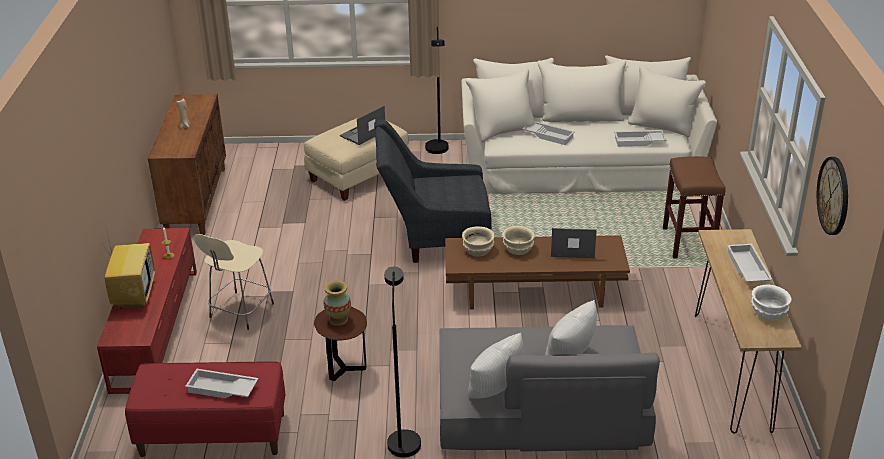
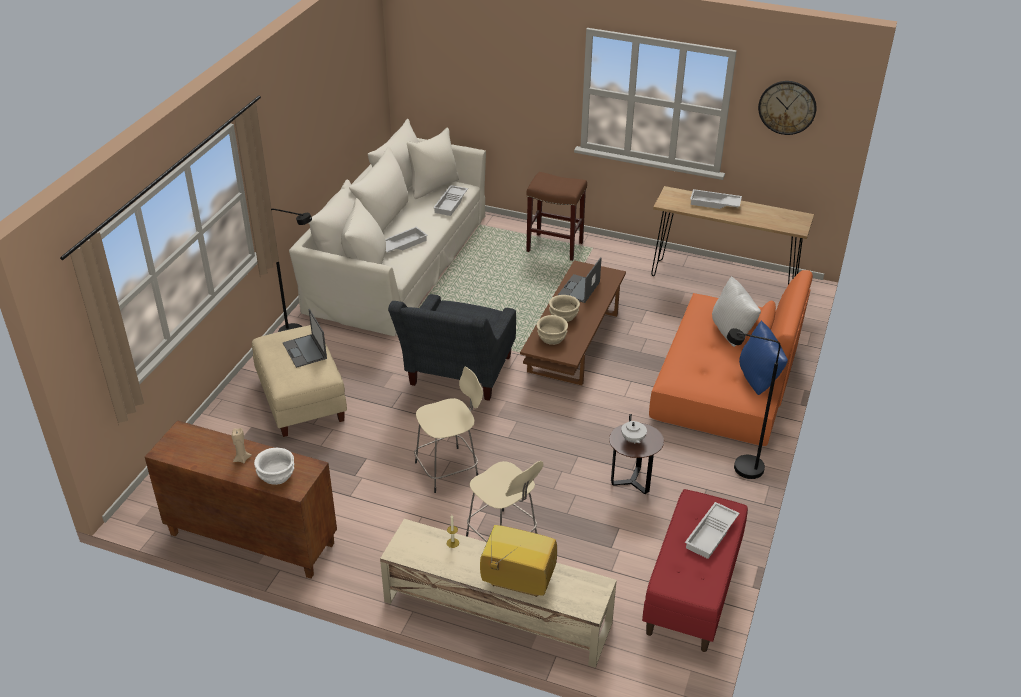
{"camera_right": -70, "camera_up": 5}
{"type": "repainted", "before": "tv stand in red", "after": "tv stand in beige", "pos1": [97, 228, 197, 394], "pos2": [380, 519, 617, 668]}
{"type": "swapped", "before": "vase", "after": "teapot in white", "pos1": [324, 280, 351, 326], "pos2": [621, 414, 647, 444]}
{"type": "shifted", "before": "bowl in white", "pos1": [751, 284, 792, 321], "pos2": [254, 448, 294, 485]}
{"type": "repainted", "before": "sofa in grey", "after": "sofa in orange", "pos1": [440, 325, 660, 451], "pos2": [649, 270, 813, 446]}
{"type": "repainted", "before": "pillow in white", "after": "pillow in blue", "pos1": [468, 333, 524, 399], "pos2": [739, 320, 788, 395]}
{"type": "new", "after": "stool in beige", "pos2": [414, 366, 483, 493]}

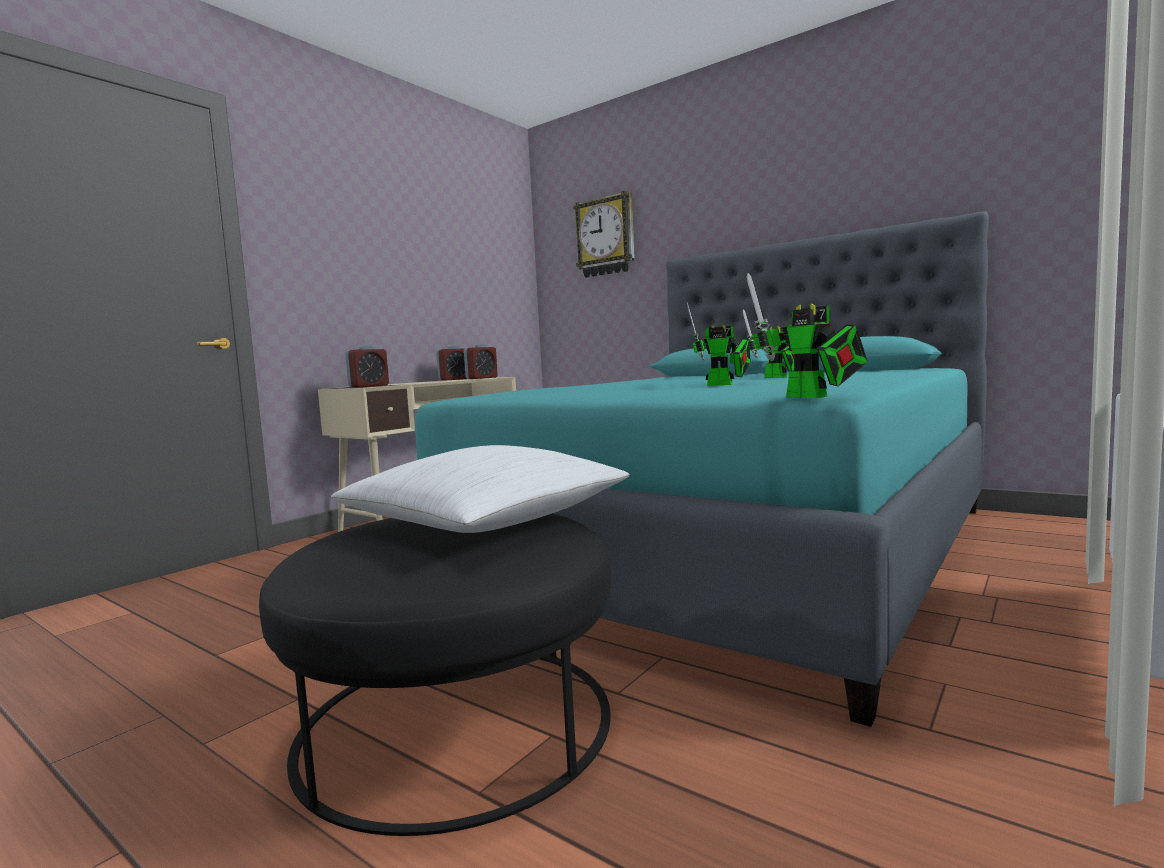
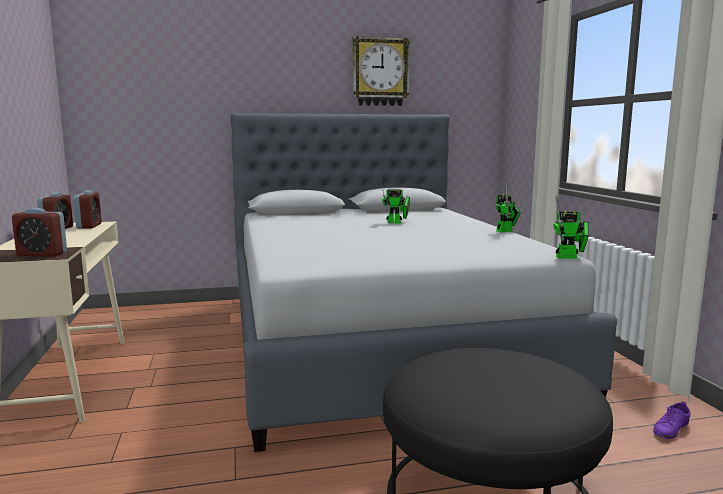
{"camera_right": -50, "camera_up": 5}
{"type": "shifted", "before": "wall clock", "pos1": [573, 191, 635, 277], "pos2": [353, 36, 410, 106]}
{"type": "repainted", "before": "bed in turquoise", "after": "bed in grey", "pos1": [415, 211, 989, 727], "pos2": [231, 113, 617, 452]}
{"type": "shifted", "before": "toy robot", "pos1": [687, 302, 751, 386], "pos2": [496, 182, 521, 232]}
{"type": "rotated", "before": "alarm clock", "pos1": [345, 345, 389, 387], "pos2": [12, 208, 67, 257], "turn": 105}
{"type": "gone", "before": "pillow in white", "pos1": [331, 445, 630, 533]}
{"type": "new", "after": "shoe in purple", "pos2": [653, 401, 690, 439]}

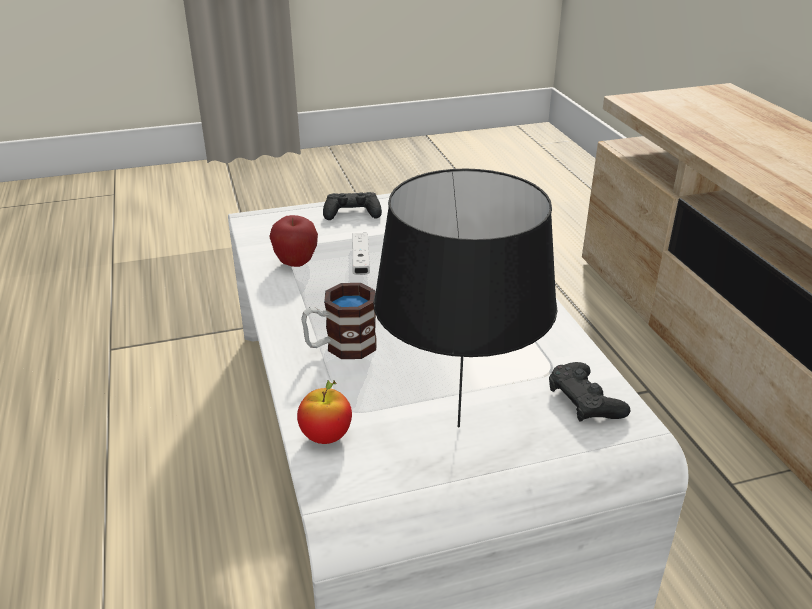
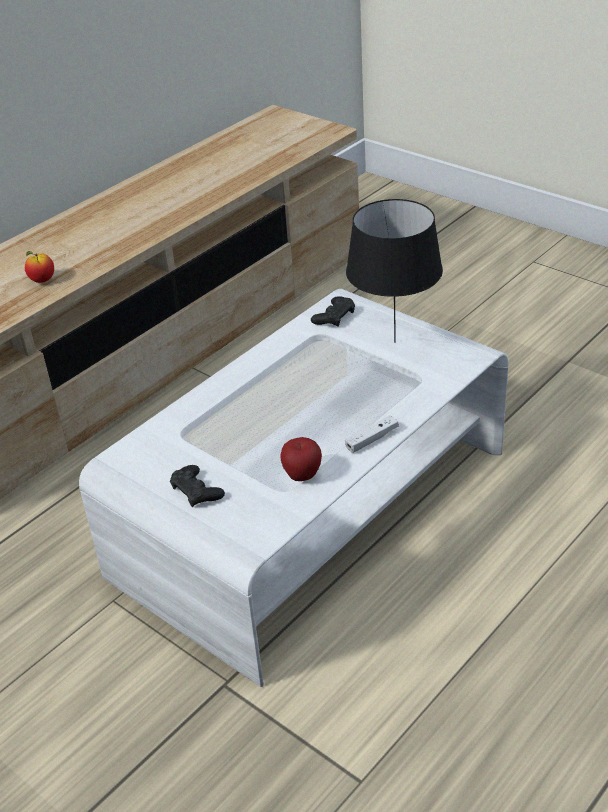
{"camera_right": -120, "camera_up": 5}
{"type": "shifted", "before": "game controller in white", "pos1": [352, 233, 370, 275], "pos2": [345, 415, 399, 453]}
{"type": "gone", "before": "mug", "pos1": [301, 283, 377, 359]}
{"type": "shifted", "before": "apple", "pos1": [297, 380, 352, 444], "pos2": [25, 251, 54, 283]}

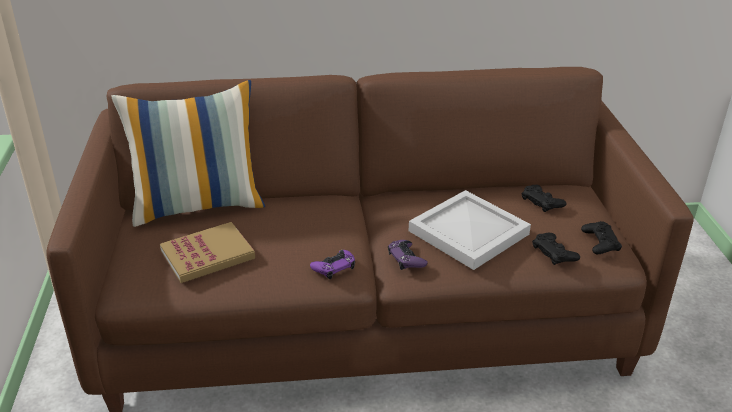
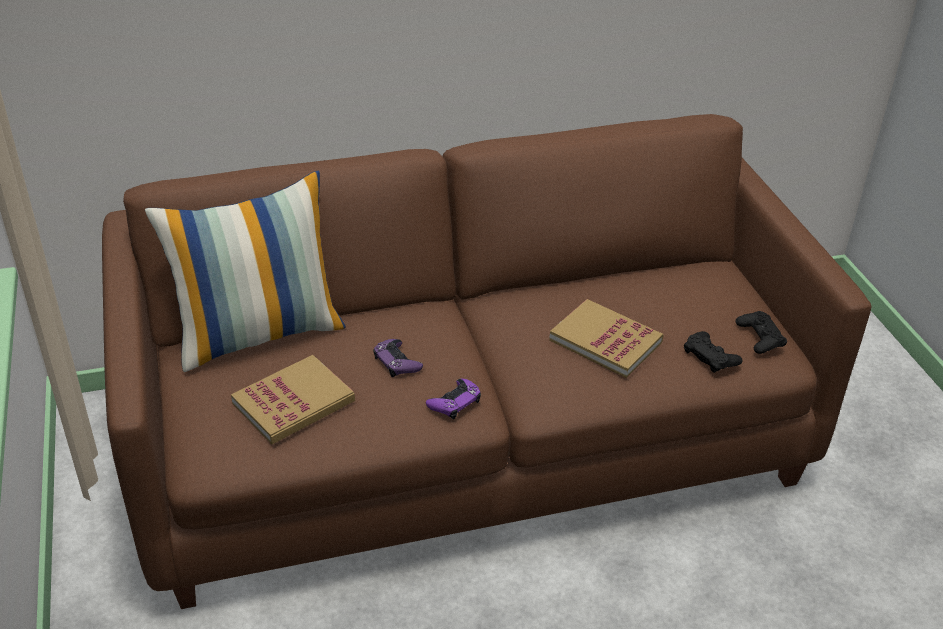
{"camera_right": -10, "camera_up": 5}
{"type": "gone", "before": "game controller in black", "pos1": [521, 185, 567, 212]}
{"type": "swapped", "before": "tray in white", "after": "book", "pos1": [409, 190, 531, 270], "pos2": [549, 299, 664, 378]}
{"type": "shifted", "before": "game controller in purple", "pos1": [388, 240, 428, 270], "pos2": [373, 339, 423, 377]}

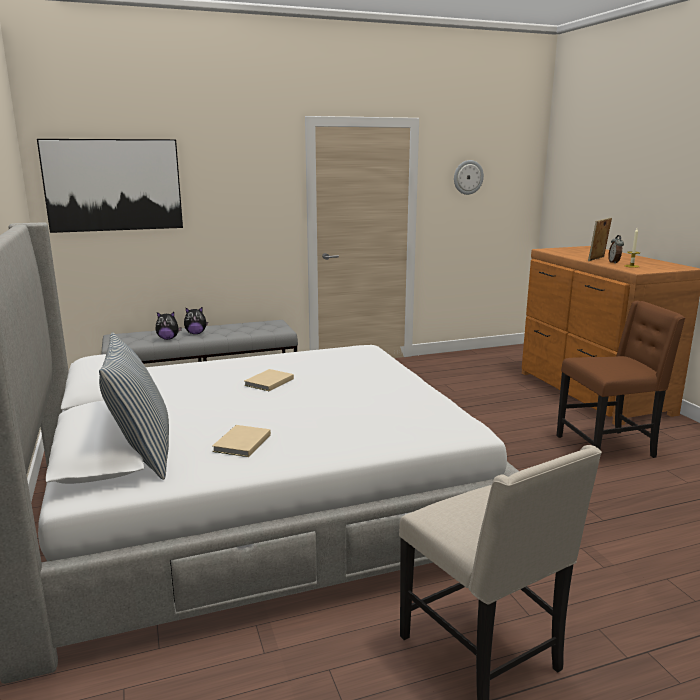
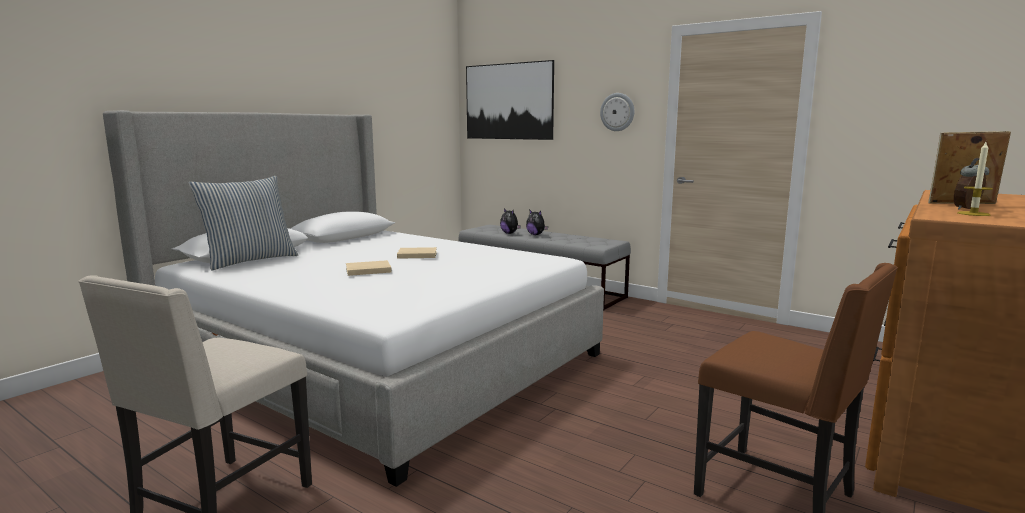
{"camera_right": 55, "camera_up": -5}
{"type": "shifted", "before": "wall clock", "pos1": [454, 160, 484, 195], "pos2": [600, 93, 634, 131]}
{"type": "shifted", "before": "book in beige", "pos1": [212, 425, 271, 457], "pos2": [346, 260, 392, 276]}

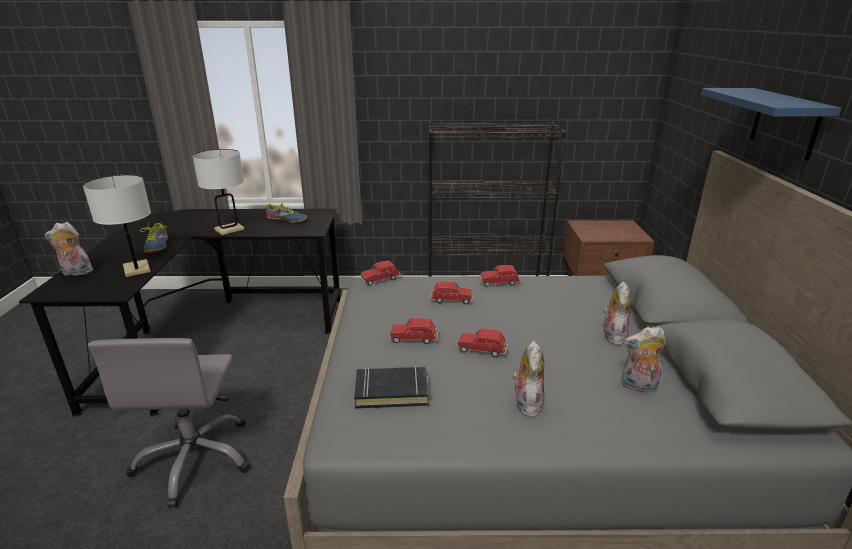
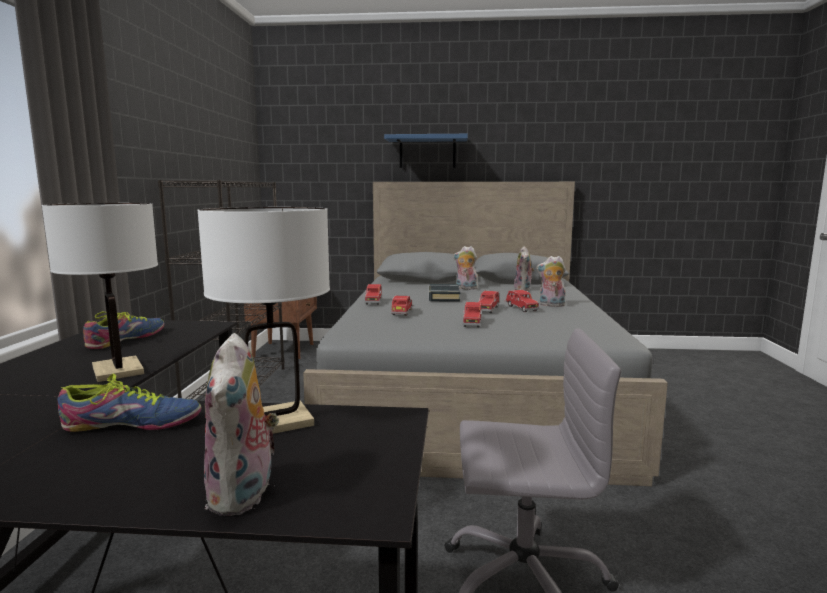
{"camera_right": -85, "camera_up": -15}
{"type": "shifted", "before": "toy car in red", "pos1": [360, 261, 401, 286], "pos2": [505, 290, 540, 312]}
{"type": "shifted", "before": "book in black", "pos1": [354, 366, 429, 409], "pos2": [429, 284, 460, 301]}

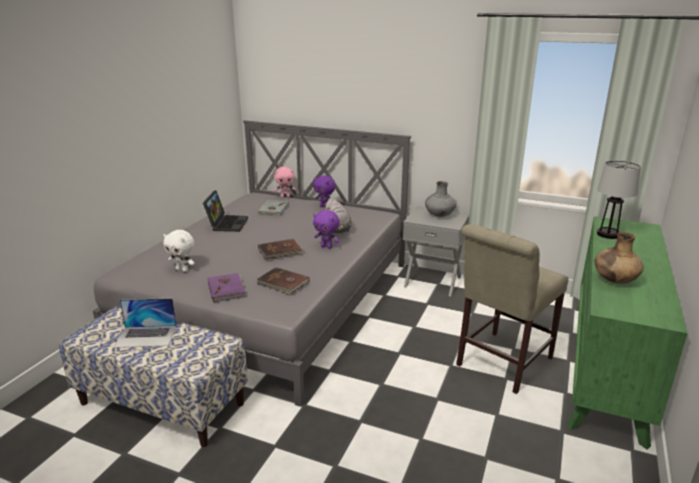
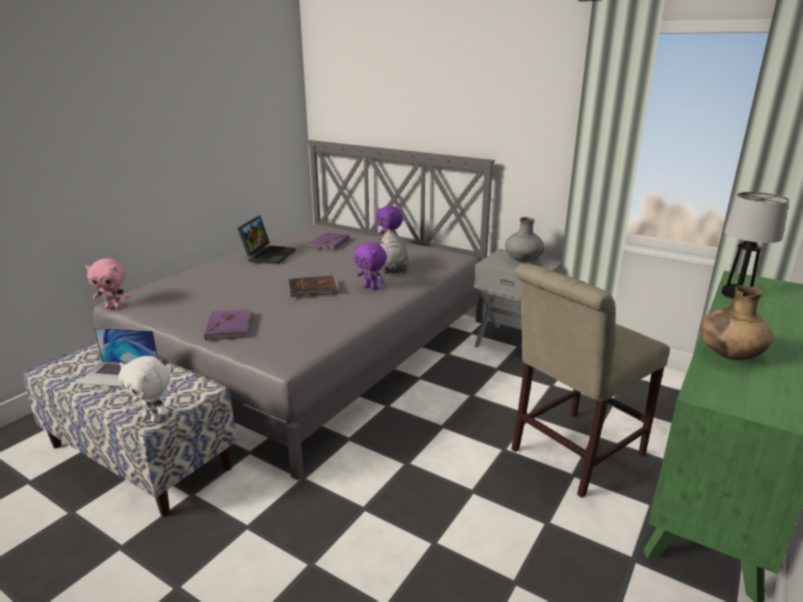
{"camera_right": 10, "camera_up": 0}
{"type": "shifted", "before": "plush toy in pink", "pos1": [274, 166, 296, 198], "pos2": [85, 258, 130, 309]}
{"type": "repainted", "before": "book in grey", "after": "book in purple", "pos1": [256, 200, 289, 216], "pos2": [308, 232, 349, 250]}
{"type": "shifted", "before": "plush toy in white", "pos1": [163, 230, 195, 272], "pos2": [118, 356, 170, 423]}
{"type": "gone", "before": "book in brown", "pos1": [257, 267, 309, 294]}

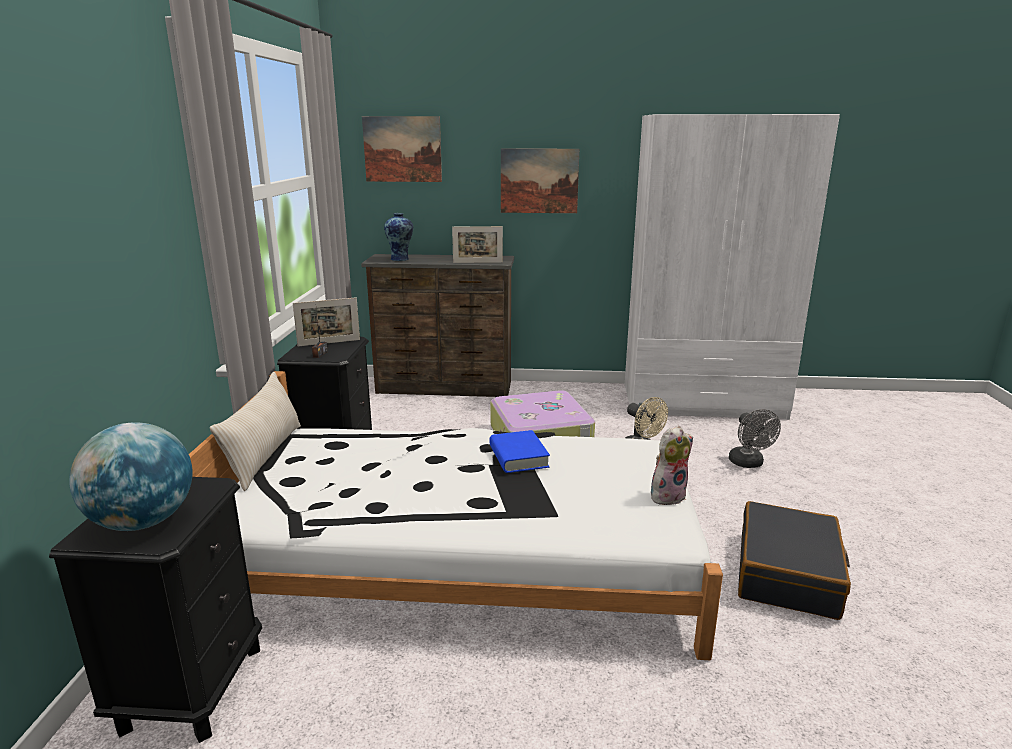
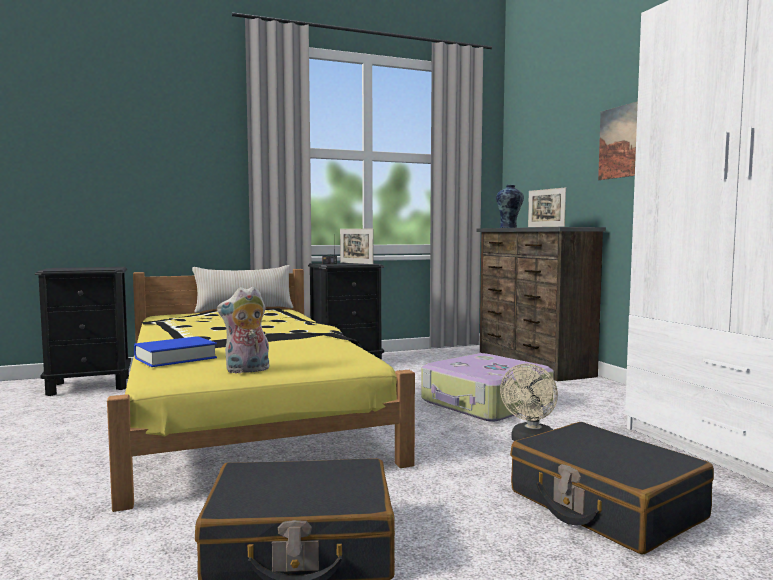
{"camera_right": 65, "camera_up": -15}
{"type": "gone", "before": "picture", "pos1": [362, 116, 442, 182]}
{"type": "repainted", "before": "bed in white", "after": "bed in yellow", "pos1": [189, 371, 723, 660], "pos2": [107, 269, 415, 512]}
{"type": "swapped", "before": "fan in grey", "after": "suitcase in black", "pos1": [729, 409, 781, 468], "pos2": [510, 422, 714, 554]}
{"type": "gone", "before": "globe", "pos1": [69, 422, 193, 531]}
{"type": "rotated", "before": "plush toy", "pos1": [651, 426, 693, 505], "pos2": [217, 286, 269, 373], "turn": 120}
{"type": "shifted", "before": "book in blue", "pos1": [490, 430, 550, 473], "pos2": [134, 336, 217, 367]}

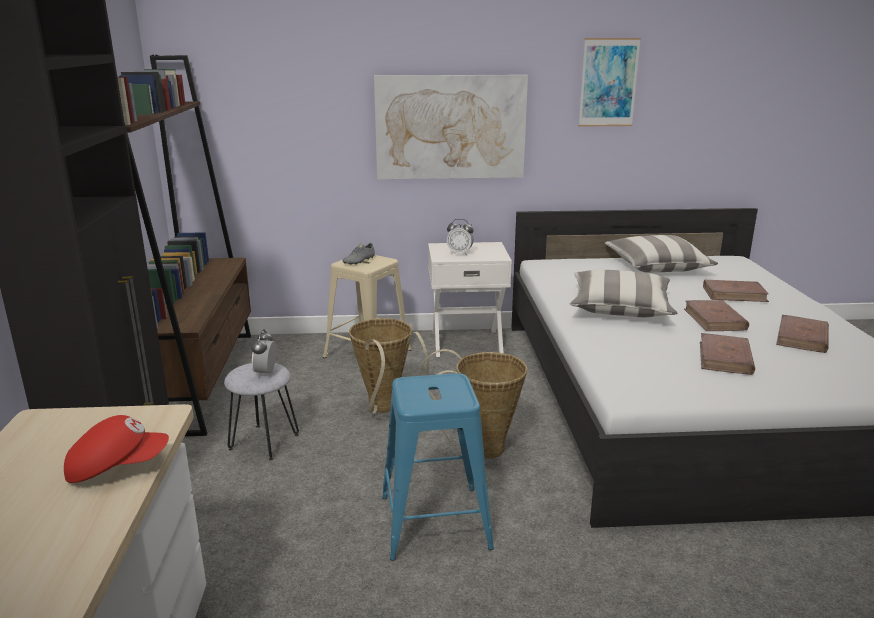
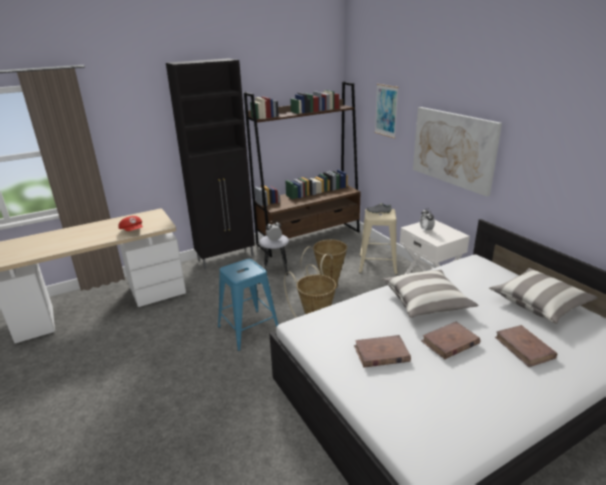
{"camera_right": 65, "camera_up": 5}
{"type": "shifted", "before": "picture", "pos1": [578, 38, 641, 127], "pos2": [375, 84, 399, 138]}
{"type": "gone", "before": "book in brown", "pos1": [776, 315, 829, 353]}

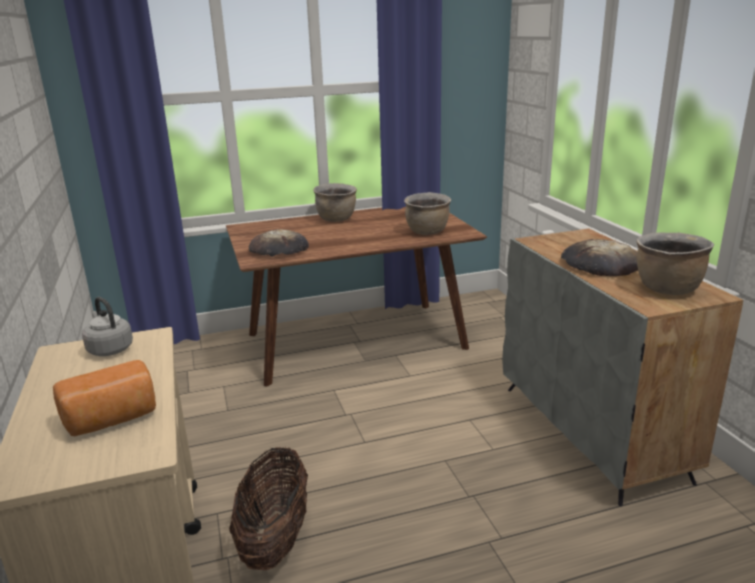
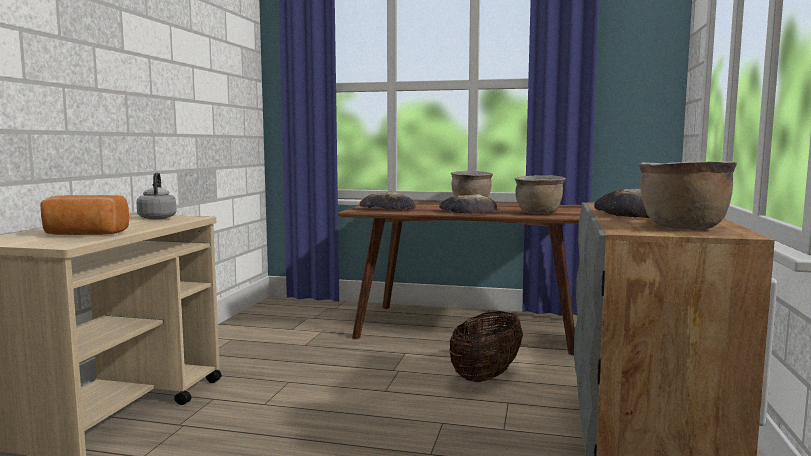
{"camera_right": 30, "camera_up": -15}
{"type": "shifted", "before": "basket", "pos1": [229, 447, 308, 570], "pos2": [449, 311, 523, 382]}
{"type": "new", "after": "bread", "pos2": [439, 194, 497, 214]}

